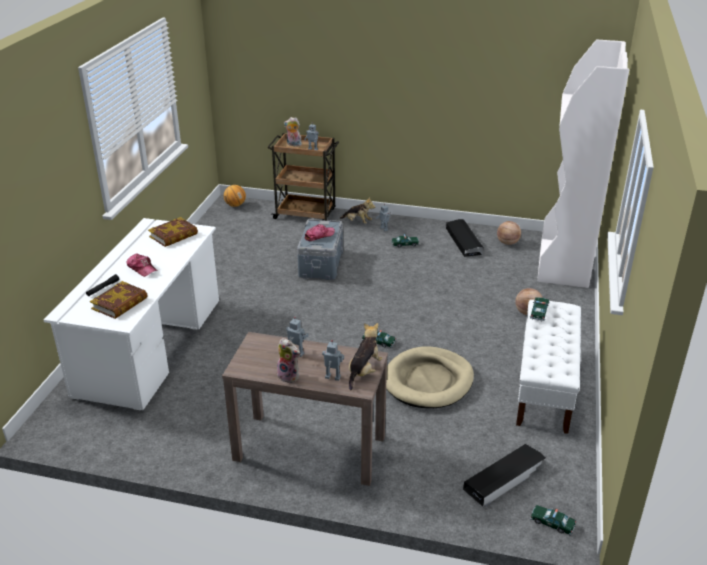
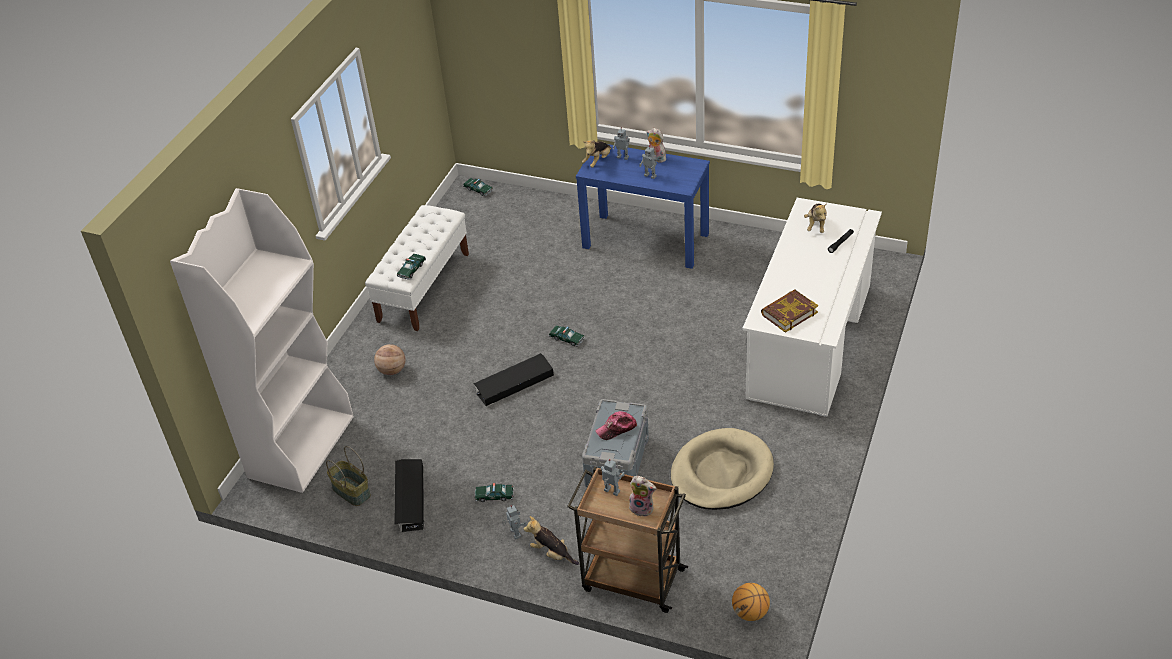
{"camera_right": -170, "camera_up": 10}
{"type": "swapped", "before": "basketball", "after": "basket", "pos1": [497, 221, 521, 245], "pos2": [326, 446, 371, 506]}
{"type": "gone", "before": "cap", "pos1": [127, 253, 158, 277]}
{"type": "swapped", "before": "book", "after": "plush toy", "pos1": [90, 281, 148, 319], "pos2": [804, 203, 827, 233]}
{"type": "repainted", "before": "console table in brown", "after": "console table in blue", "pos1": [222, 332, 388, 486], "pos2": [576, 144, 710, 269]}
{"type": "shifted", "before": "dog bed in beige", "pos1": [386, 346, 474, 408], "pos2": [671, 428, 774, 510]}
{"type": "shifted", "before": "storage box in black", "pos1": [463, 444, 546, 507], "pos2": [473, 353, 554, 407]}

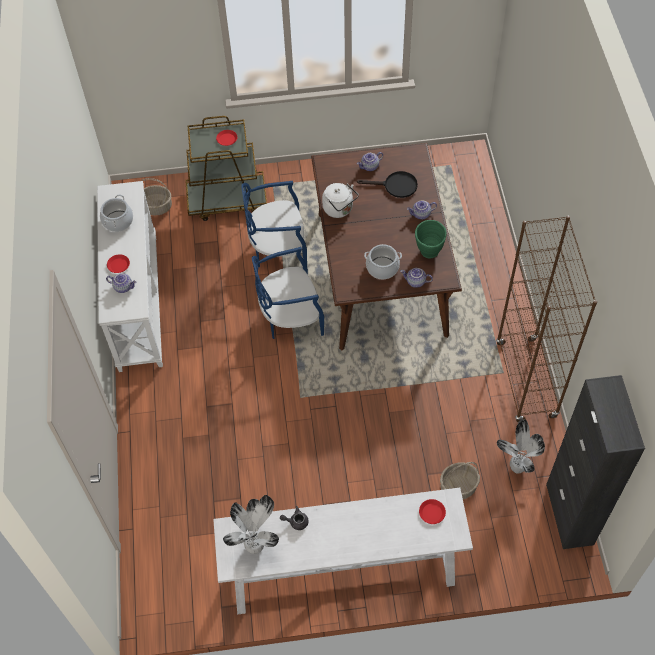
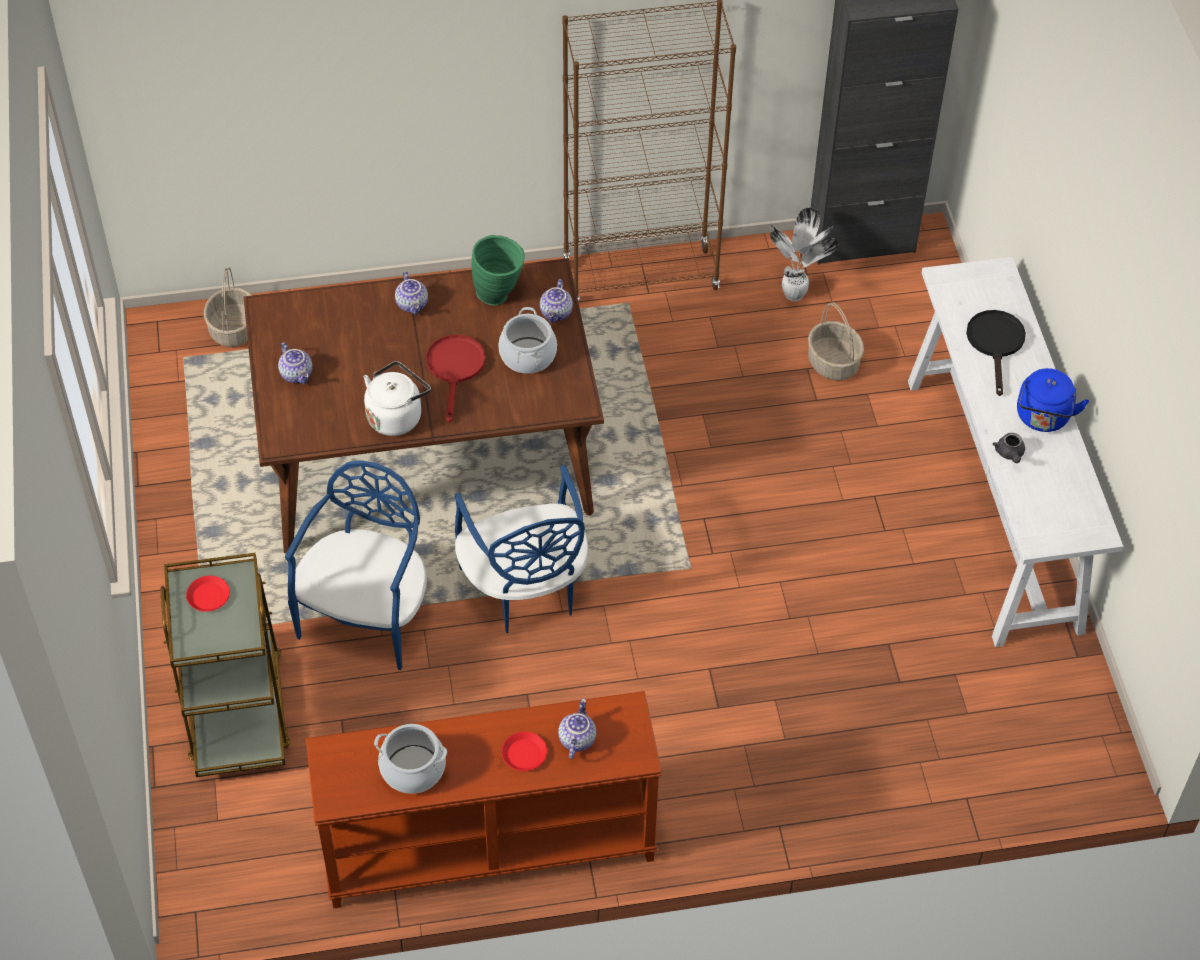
{"camera_right": -95, "camera_up": -5}
{"type": "shifted", "before": "frying pan in black", "pos1": [357, 171, 418, 198], "pos2": [966, 310, 1026, 396]}
{"type": "shifted", "before": "basket", "pos1": [141, 178, 172, 215], "pos2": [204, 268, 252, 347]}
{"type": "repainted", "before": "console table in white", "after": "console table in brown", "pos1": [97, 181, 163, 372], "pos2": [306, 691, 662, 909]}
{"type": "rotated", "before": "chair in blue", "pos1": [241, 181, 307, 267], "pos2": [285, 460, 427, 670], "turn": -150}
{"type": "gone", "before": "potted plant", "pos1": [223, 495, 279, 554]}
{"type": "gone", "before": "plate in red", "pos1": [419, 499, 446, 524]}
{"type": "new", "after": "frying pan in red", "pos2": [426, 335, 485, 422]}
{"type": "new", "after": "kettle in blue", "pos2": [1017, 368, 1089, 432]}

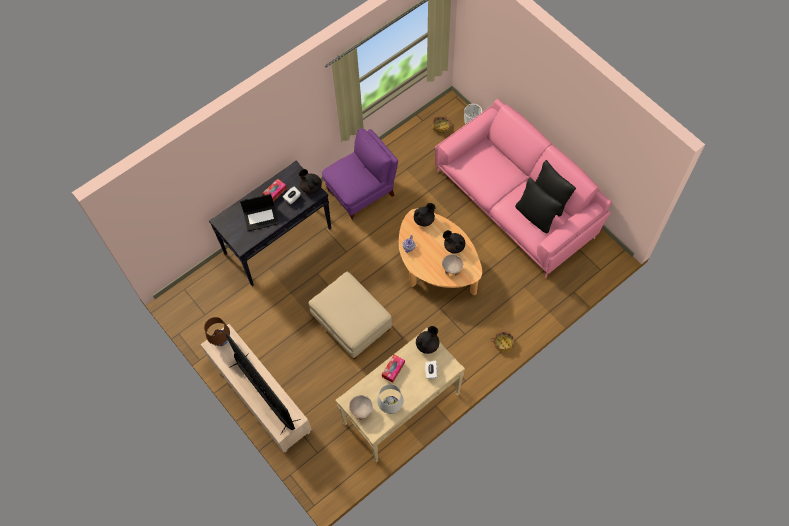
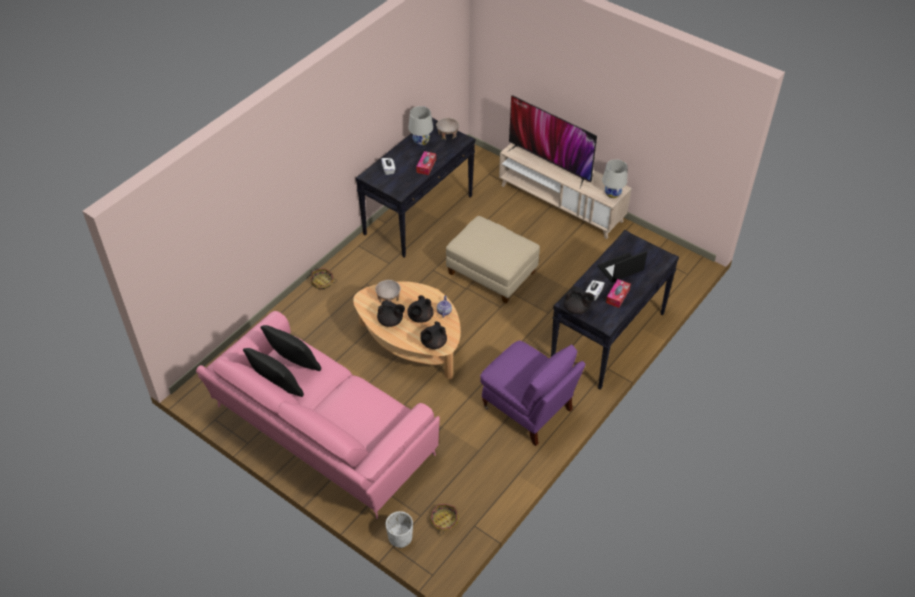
{"camera_right": 165, "camera_up": -15}
{"type": "rotated", "before": "armchair in purple", "pos1": [322, 128, 398, 220], "pos2": [480, 341, 585, 446], "turn": -90}
{"type": "repainted", "before": "table lamp in brown", "after": "table lamp in white", "pos1": [204, 317, 230, 346], "pos2": [602, 159, 627, 198]}
{"type": "shifted", "before": "teapot in black", "pos1": [416, 326, 439, 354], "pos2": [407, 295, 434, 323]}
{"type": "repainted", "before": "console table in beige", "after": "console table in black", "pos1": [335, 328, 465, 463], "pos2": [356, 118, 475, 257]}

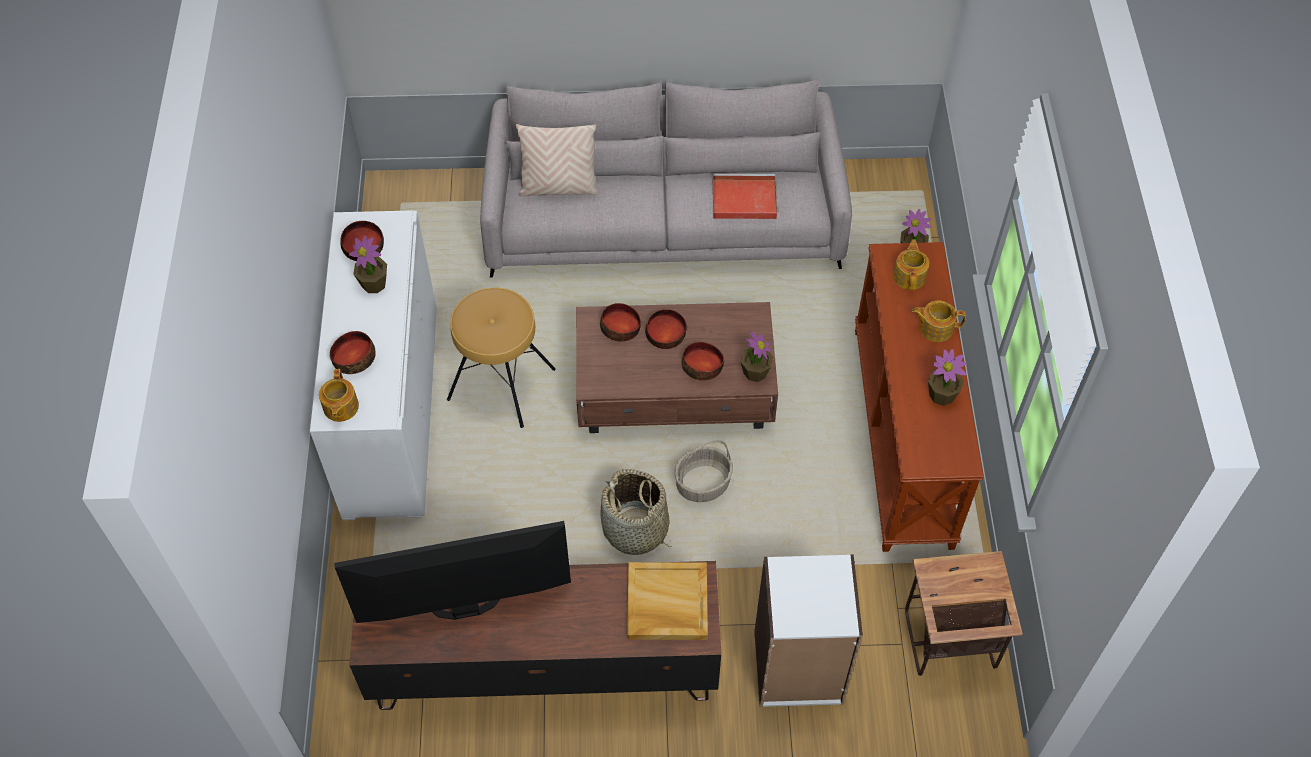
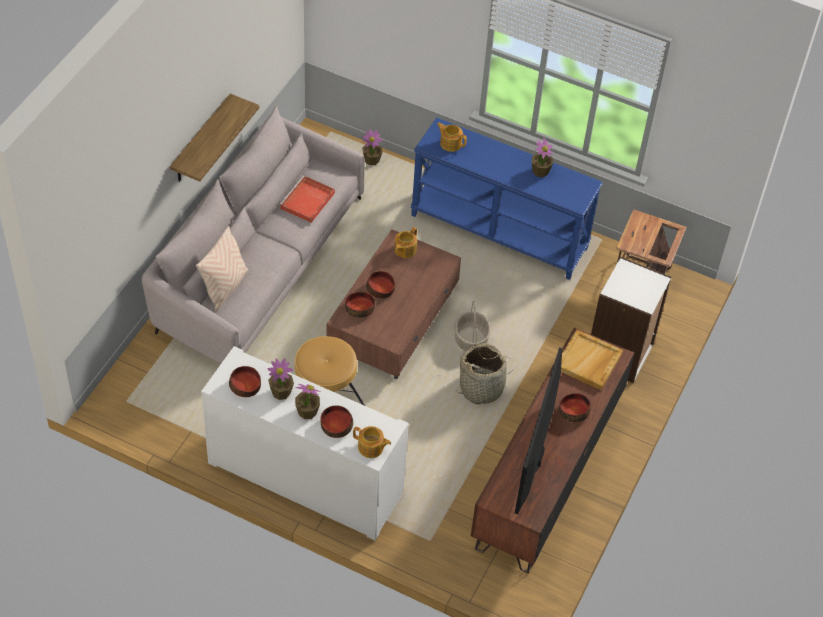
{"camera_right": -65, "camera_up": -5}
{"type": "repainted", "before": "console table in brown", "after": "console table in blue", "pos1": [855, 242, 984, 552], "pos2": [410, 118, 603, 280]}
{"type": "shifted", "before": "teapot", "pos1": [912, 301, 966, 342], "pos2": [394, 227, 417, 258]}
{"type": "shifted", "before": "potted plant", "pos1": [740, 331, 773, 382], "pos2": [295, 384, 321, 419]}
{"type": "shifted", "before": "bowl", "pos1": [682, 342, 724, 381], "pos2": [559, 393, 591, 422]}
{"type": "new", "after": "shelf", "pos2": [170, 94, 259, 182]}

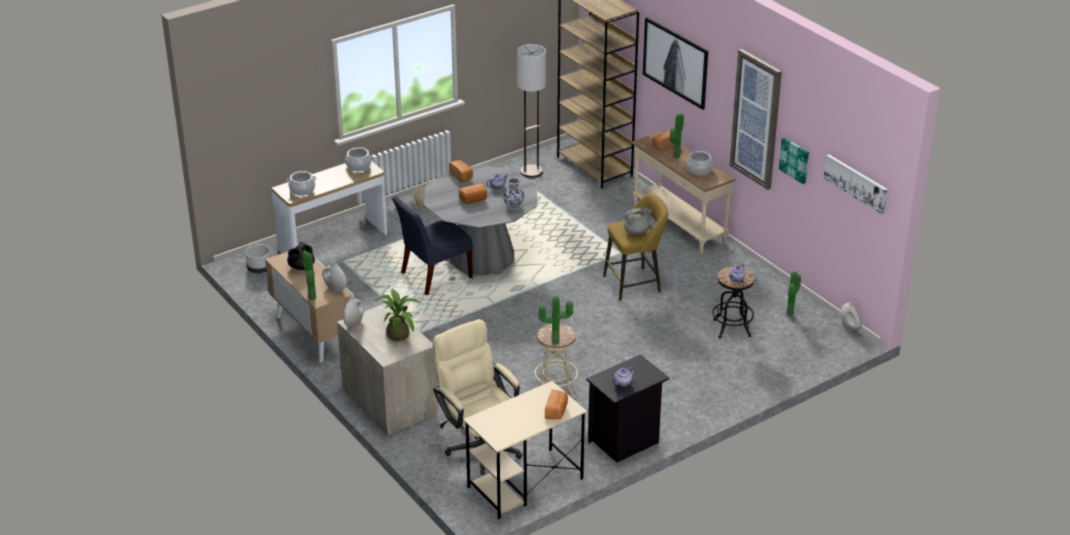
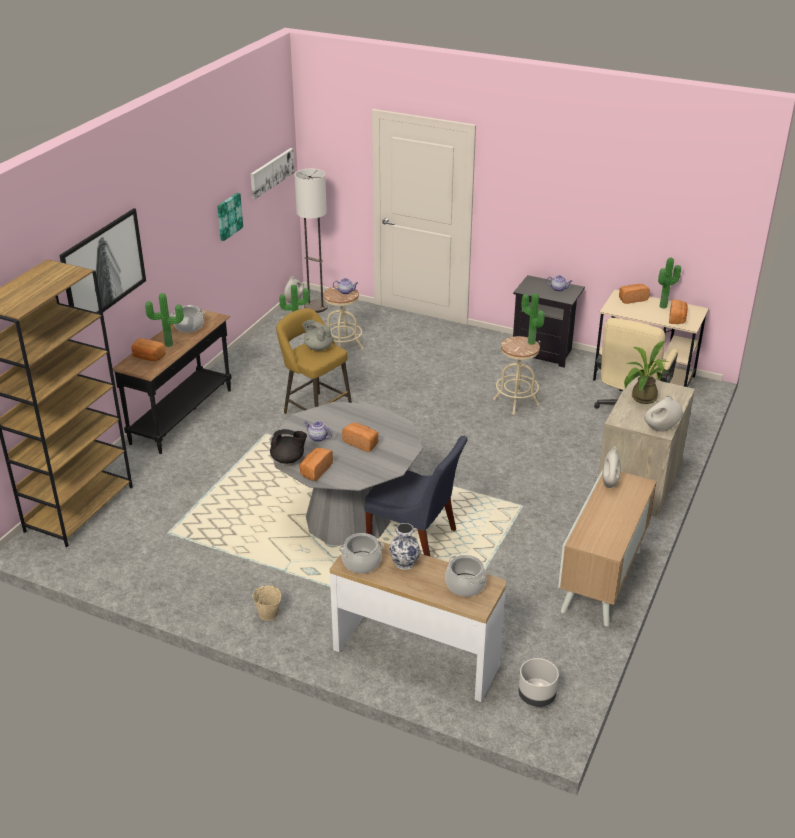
{"camera_right": -120, "camera_up": 0}
{"type": "shifted", "before": "floor lamp", "pos1": [517, 44, 546, 178], "pos2": [294, 169, 328, 313]}
{"type": "gone", "before": "picture", "pos1": [729, 49, 782, 190]}
{"type": "repainted", "before": "console table in beige", "after": "console table in black", "pos1": [631, 131, 735, 254], "pos2": [112, 309, 232, 454]}
{"type": "shifted", "before": "vase", "pos1": [503, 178, 524, 210], "pos2": [389, 523, 421, 570]}
{"type": "shifted", "before": "teapot in black", "pos1": [287, 242, 315, 270], "pos2": [270, 429, 307, 464]}
{"type": "shifted", "before": "potted plant", "pos1": [302, 251, 316, 301], "pos2": [658, 258, 681, 309]}
{"type": "repainted", "before": "stool in black", "after": "stool in beige", "pos1": [712, 266, 755, 339], "pos2": [323, 286, 364, 349]}
{"type": "new", "after": "bread", "pos2": [669, 299, 688, 324]}

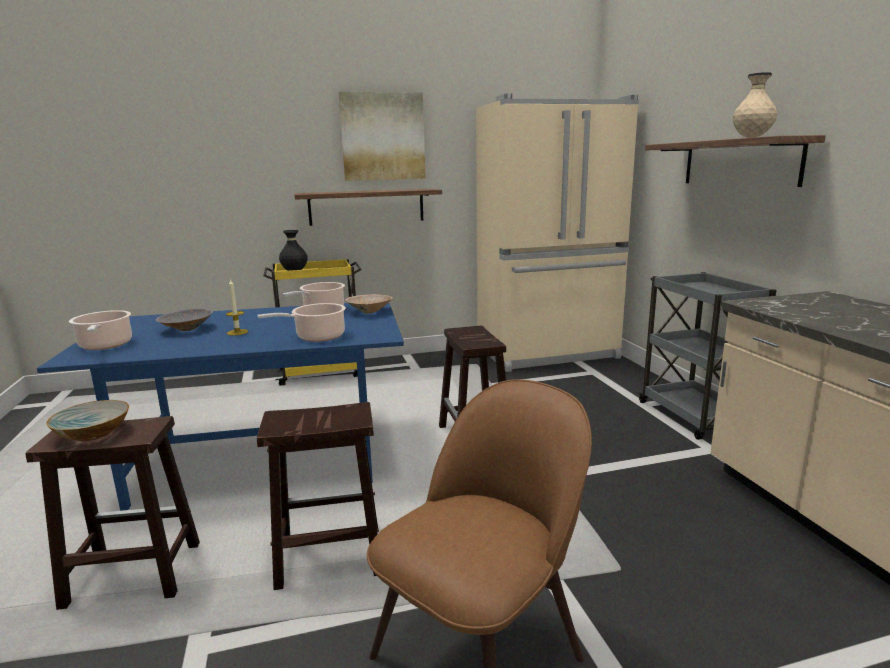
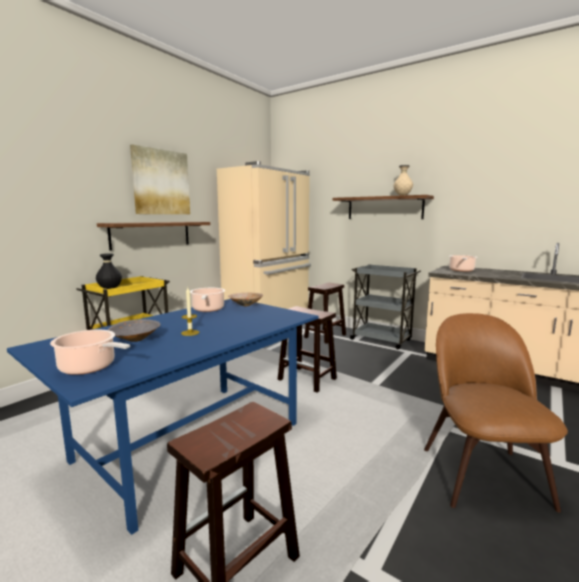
{"camera_right": -40, "camera_up": -5}
{"type": "shifted", "before": "cooking pot", "pos1": [257, 303, 346, 342], "pos2": [449, 255, 477, 271]}
{"type": "gone", "before": "bowl", "pos1": [46, 400, 129, 441]}
{"type": "shifted", "before": "stool in brown", "pos1": [257, 402, 379, 590], "pos2": [304, 282, 346, 344]}

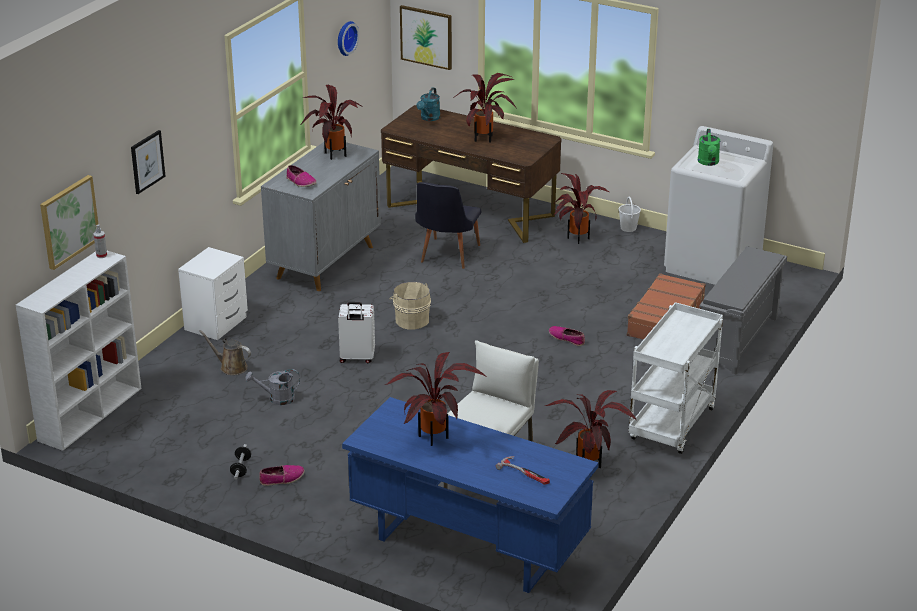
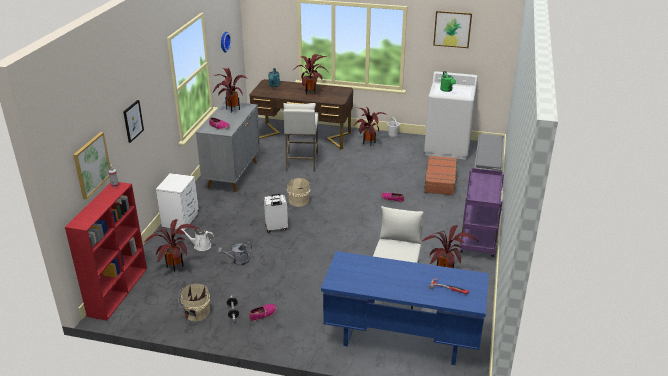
{"camera_right": -15, "camera_up": 0}
{"type": "shifted", "before": "picture", "pos1": [400, 5, 452, 70], "pos2": [433, 11, 472, 48]}
{"type": "swapped", "before": "chair in black", "after": "stool in white", "pos1": [415, 182, 481, 269], "pos2": [283, 103, 318, 171]}
{"type": "repainted", "before": "bookcase in white", "after": "bookcase in red", "pos1": [16, 251, 141, 451], "pos2": [65, 182, 147, 321]}
{"type": "repainted", "before": "cart in white", "after": "cart in purple", "pos1": [628, 302, 723, 454], "pos2": [460, 168, 504, 257]}
{"type": "repainted", "before": "watering can in brown", "after": "watering can in white", "pos1": [199, 330, 251, 375], "pos2": [177, 226, 214, 251]}
{"type": "shifted", "before": "potted plant", "pos1": [385, 352, 486, 446], "pos2": [143, 219, 201, 272]}
{"type": "new", "after": "bucket in beige", "pos2": [178, 283, 210, 321]}

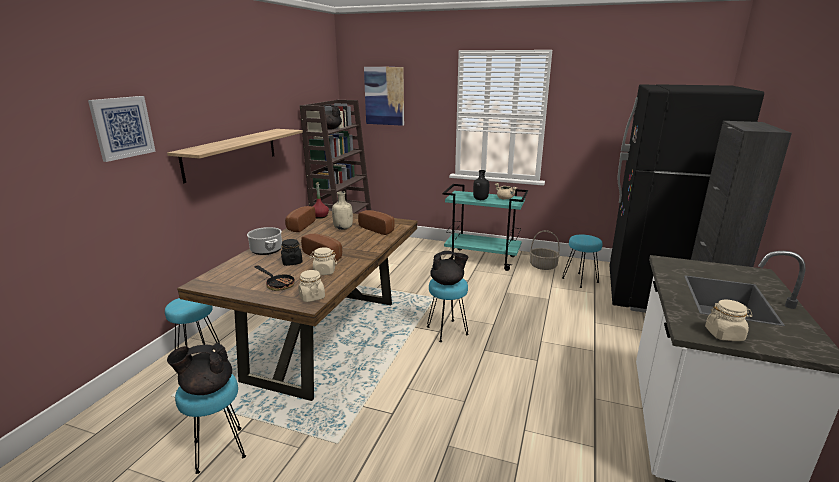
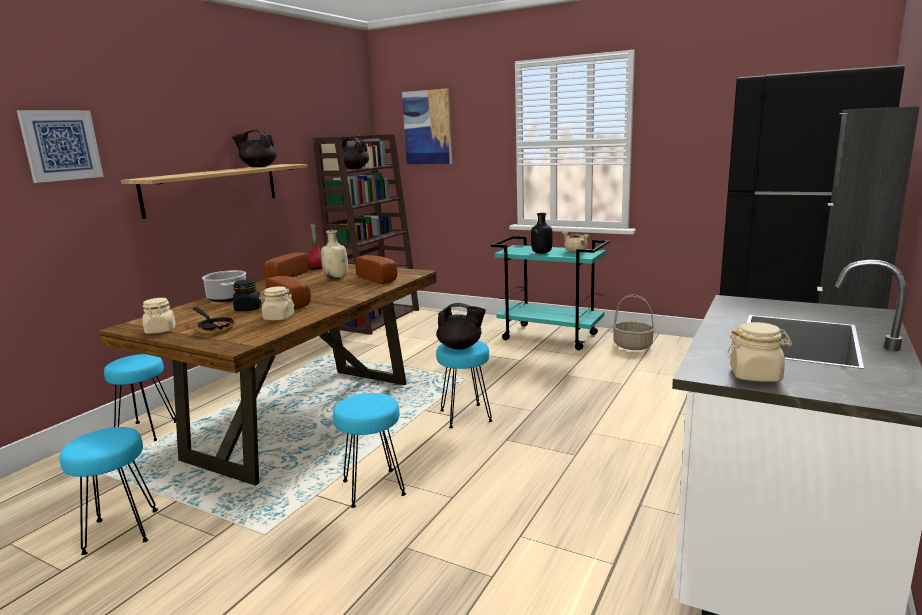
{"camera_right": 10, "camera_up": -5}
{"type": "shifted", "before": "stool in turquoise", "pos1": [562, 234, 602, 288], "pos2": [333, 393, 406, 508]}
{"type": "shifted", "before": "jar in beige", "pos1": [298, 270, 325, 302], "pos2": [142, 298, 176, 334]}
{"type": "shifted", "before": "teapot in black", "pos1": [167, 343, 232, 395], "pos2": [232, 130, 277, 167]}

